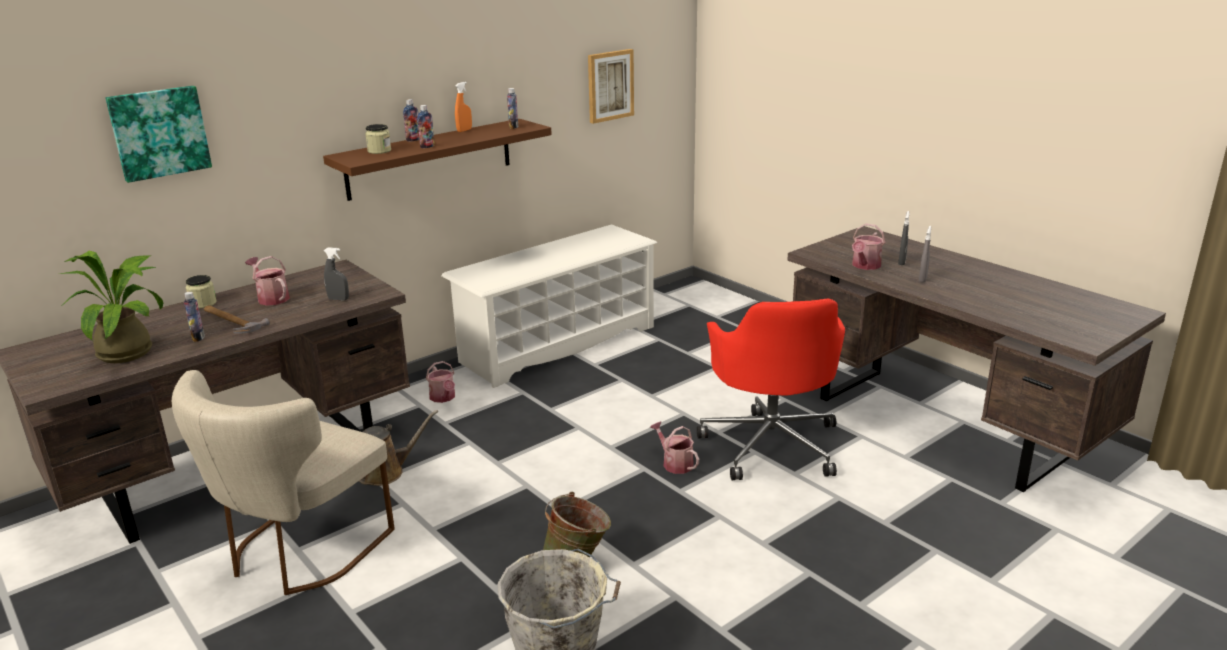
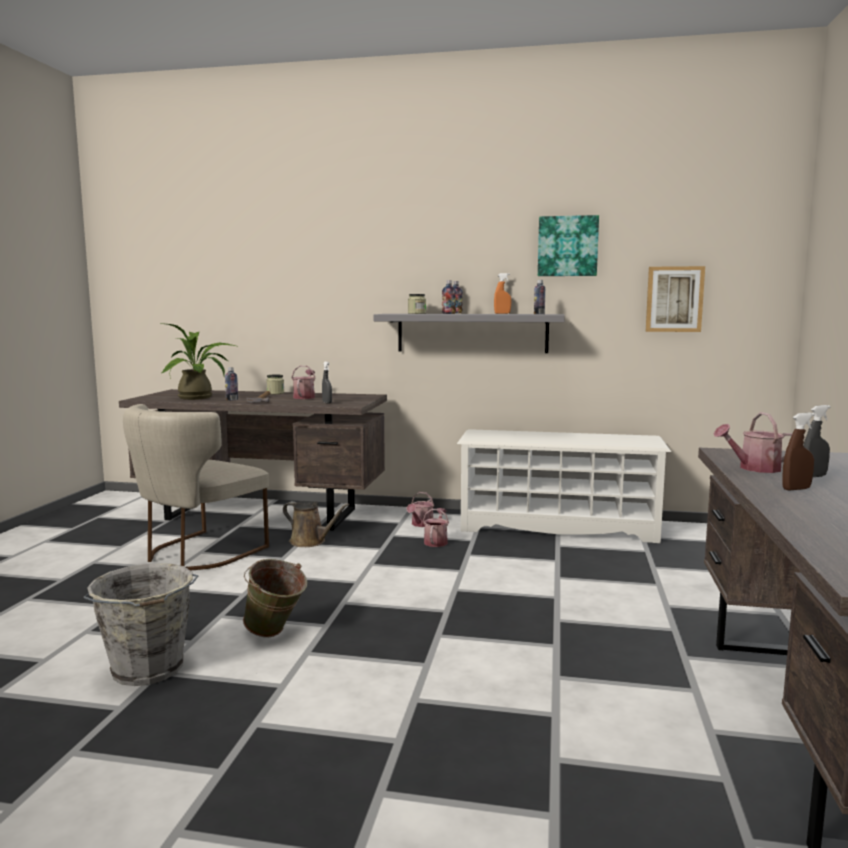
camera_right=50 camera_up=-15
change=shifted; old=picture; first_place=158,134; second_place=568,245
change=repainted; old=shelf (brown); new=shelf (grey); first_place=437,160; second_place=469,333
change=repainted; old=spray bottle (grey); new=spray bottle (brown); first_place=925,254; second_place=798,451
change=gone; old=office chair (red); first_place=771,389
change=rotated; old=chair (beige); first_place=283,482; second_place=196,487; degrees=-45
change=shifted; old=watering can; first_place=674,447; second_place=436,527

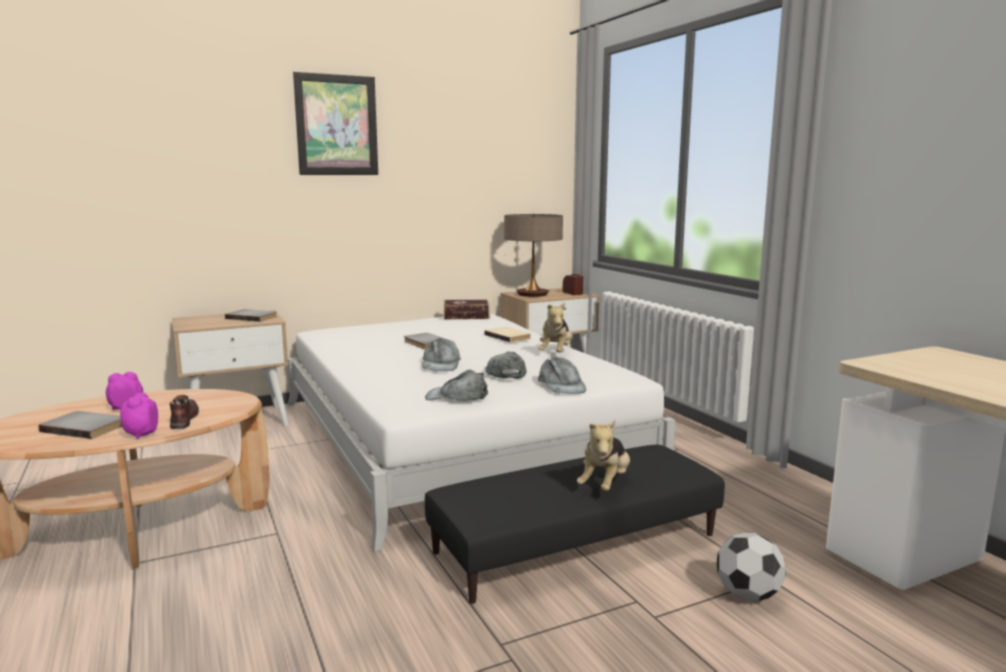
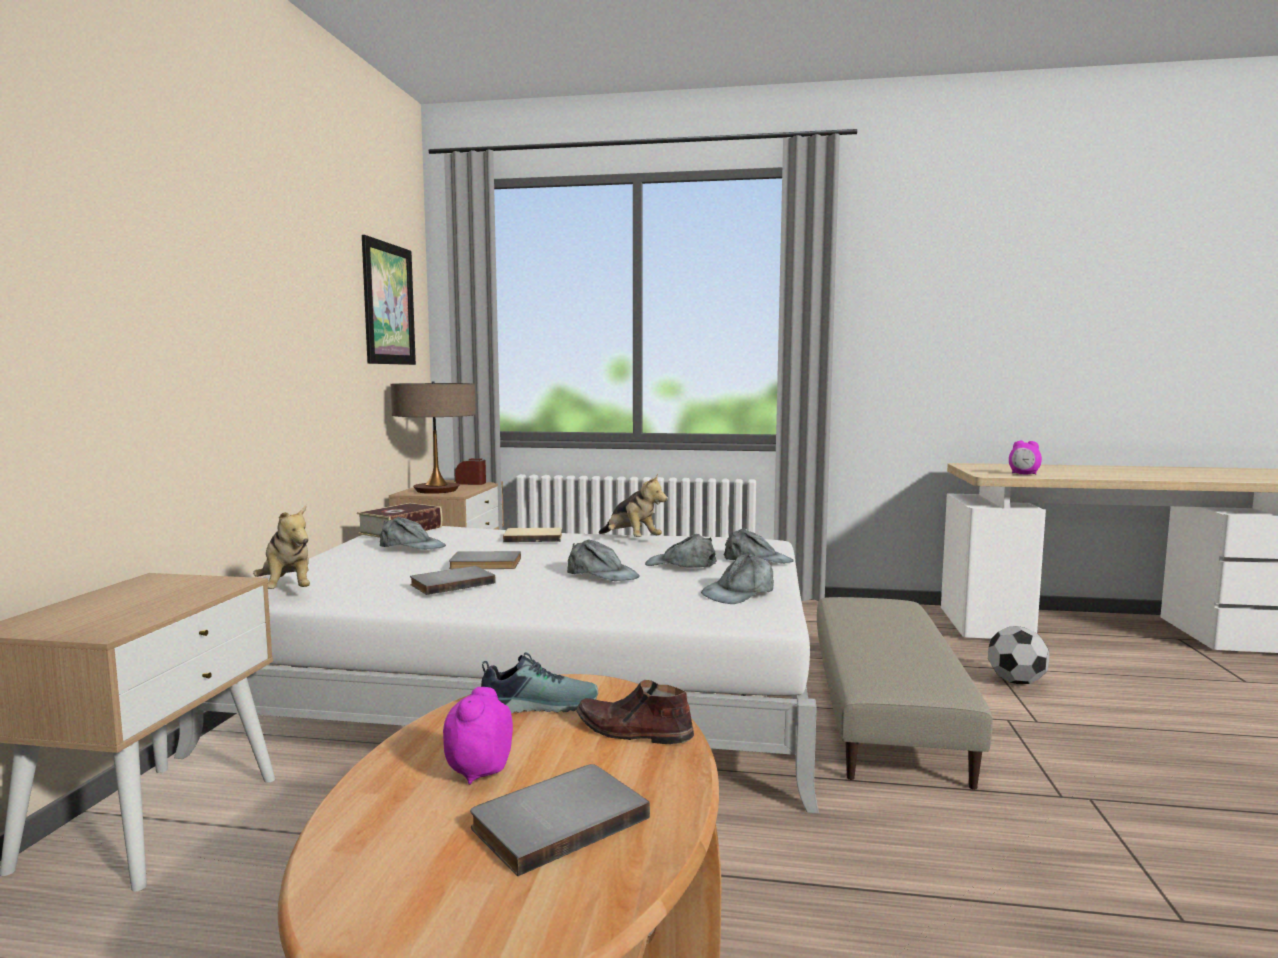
camera_right=-55 camera_up=-5
change=shifted; old=picture; first_place=335,123; second_place=389,300
change=shifted; old=book (grey); first_place=251,315; second_place=453,580
change=shifted; old=alarm clock; first_place=139,416; second_place=1025,457
change=shifted; old=plush toy; first_place=603,455; second_place=281,547
change=repainted; old=ottoman (black); new=ottoman (beige); first_place=575,524; second_place=905,693
change=new; new=cap (grey); second_place=413,533
change=new; new=shoe; second_place=539,683

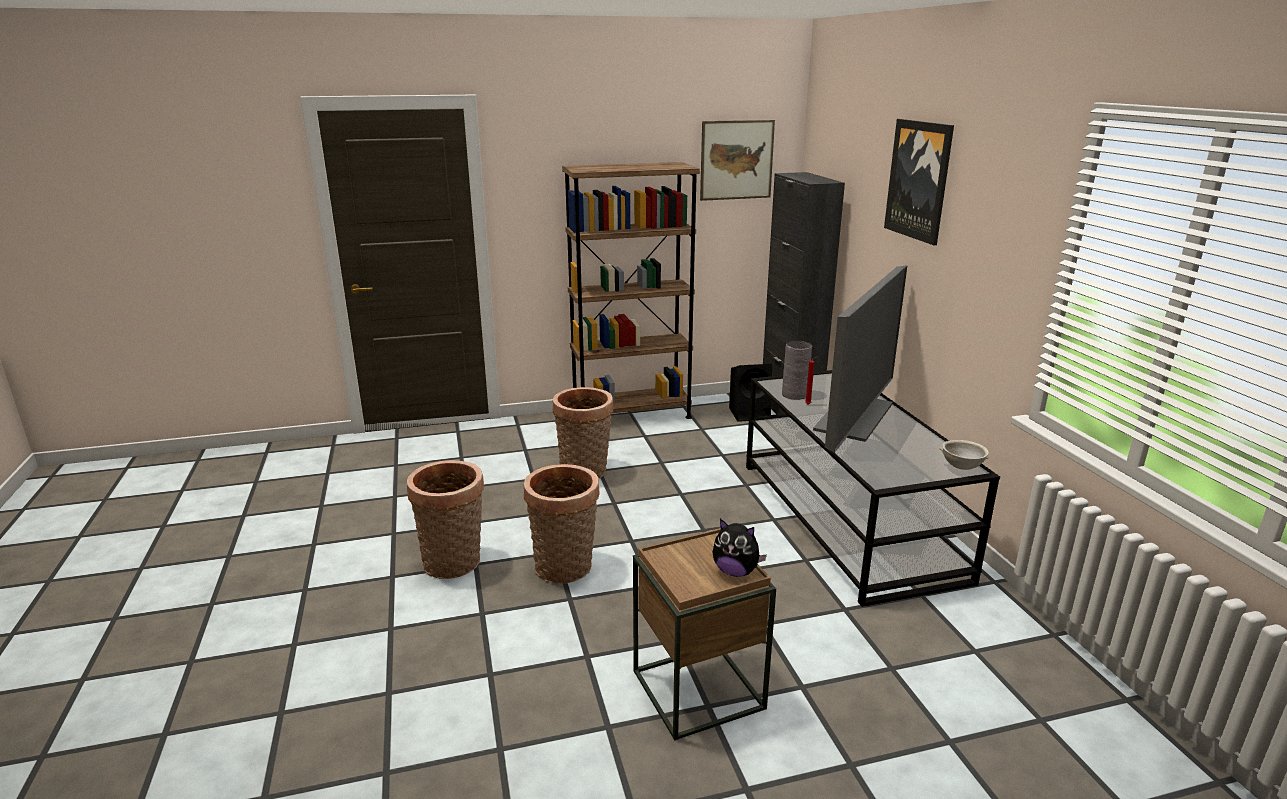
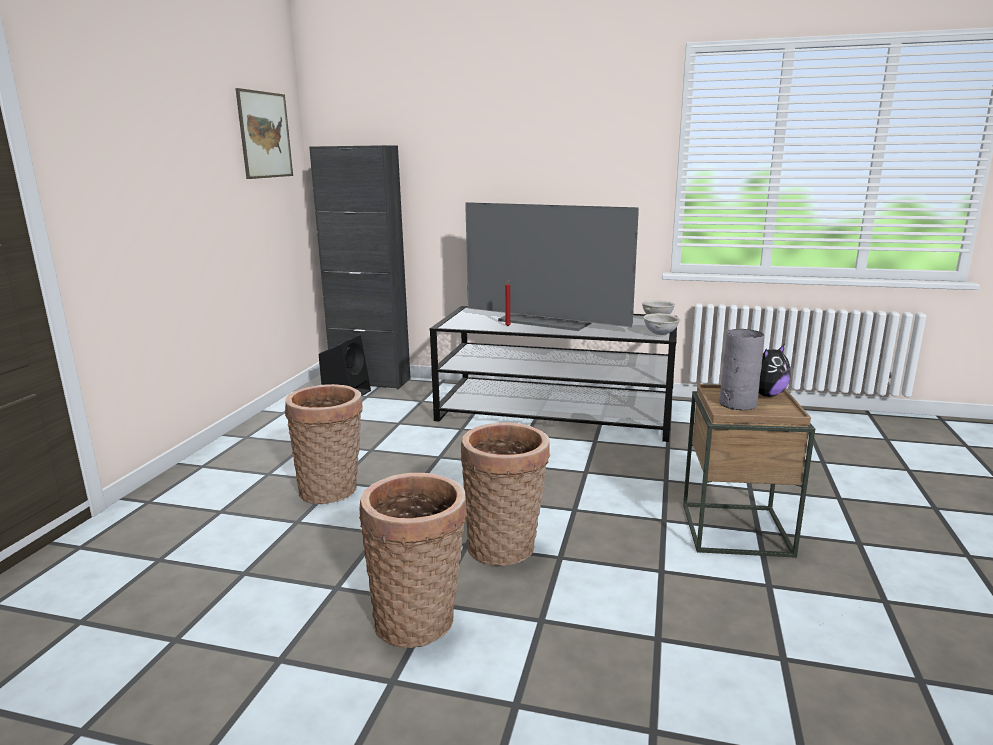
camera_right=-60 camera_up=-5
change=gone; old=picture; first_place=919,182
change=gone; old=bookcase (brown); first_place=631,290
change=rotated; old=television; first_place=860,359; second_place=552,266; degrees=150
change=shifted; old=vase (grey); first_place=797,370; second_place=742,370
change=new; new=bowl (grey); second_place=661,324

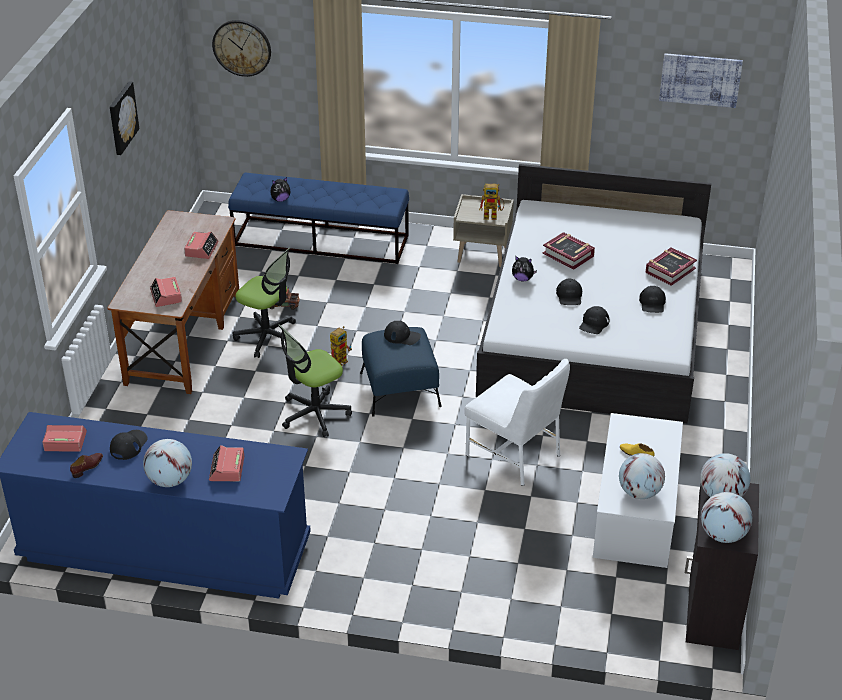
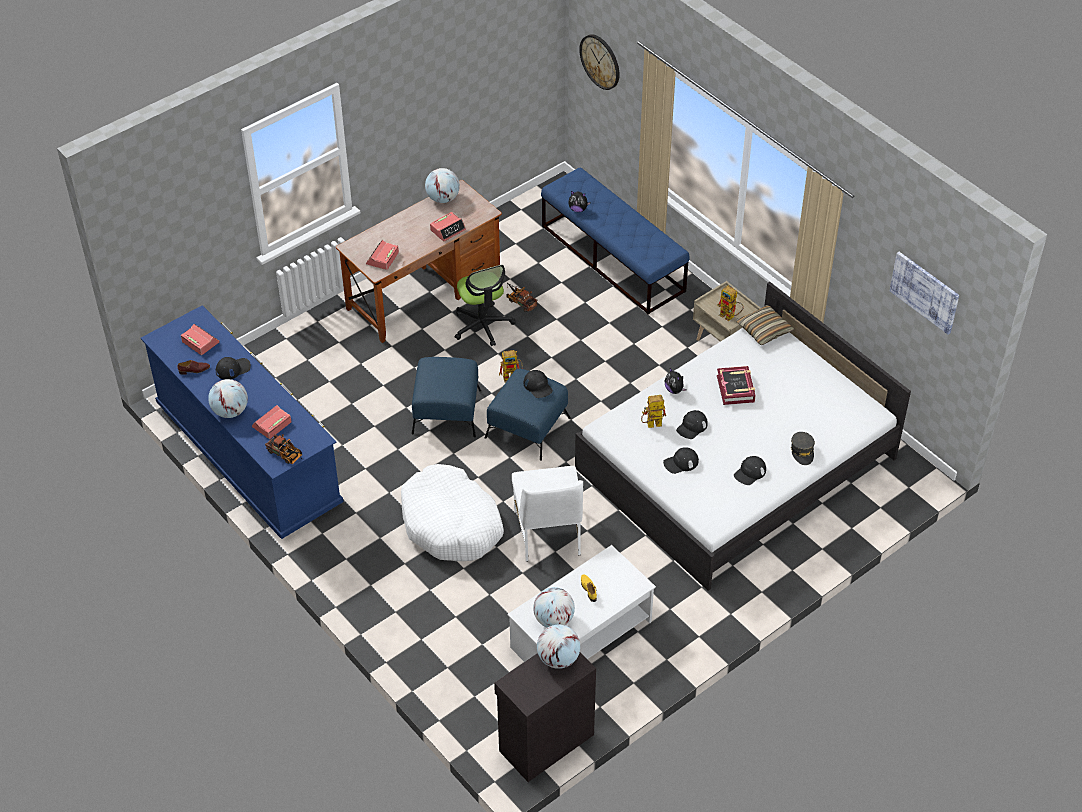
camera_right=40 camera_up=10
change=gone; old=picture; first_place=124,118
change=swapped; old=book; new=cap (grey); first_place=671,266; second_place=803,448
change=swapped; old=office chair; new=ottoman (blue); first_place=315,381; second_place=446,397
change=shifted; old=globe; first_place=726,517; second_place=442,185
change=new; new=pillow; second_place=765,325
change=new; new=toy robot; second_place=653,411
change=new; new=toy truck; second_place=283,449
change=new; new=dog bed (white); second_place=452,512

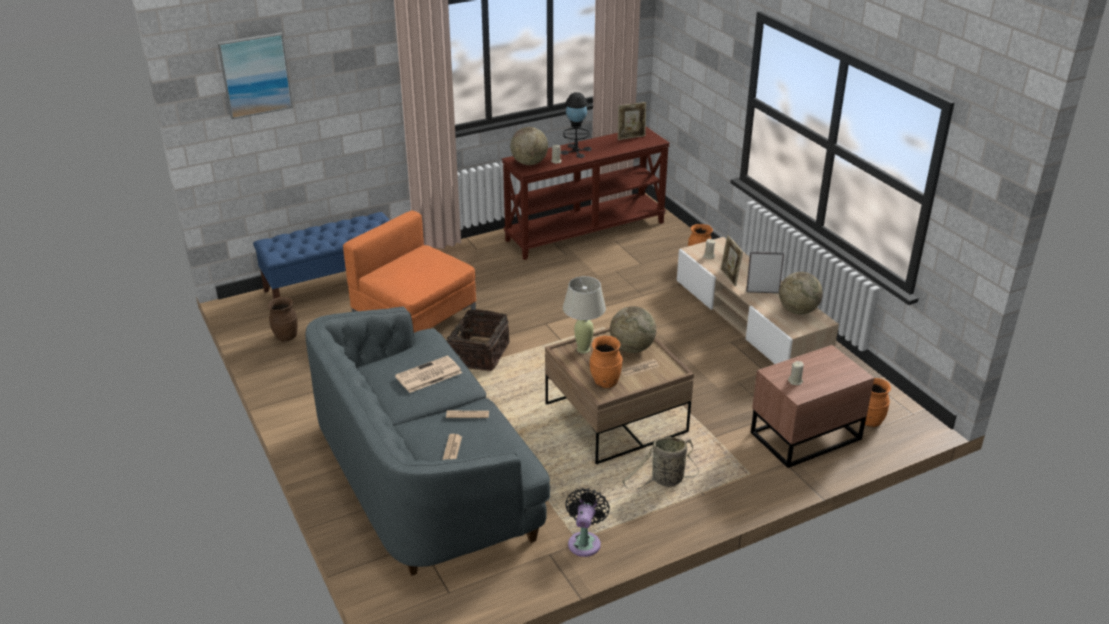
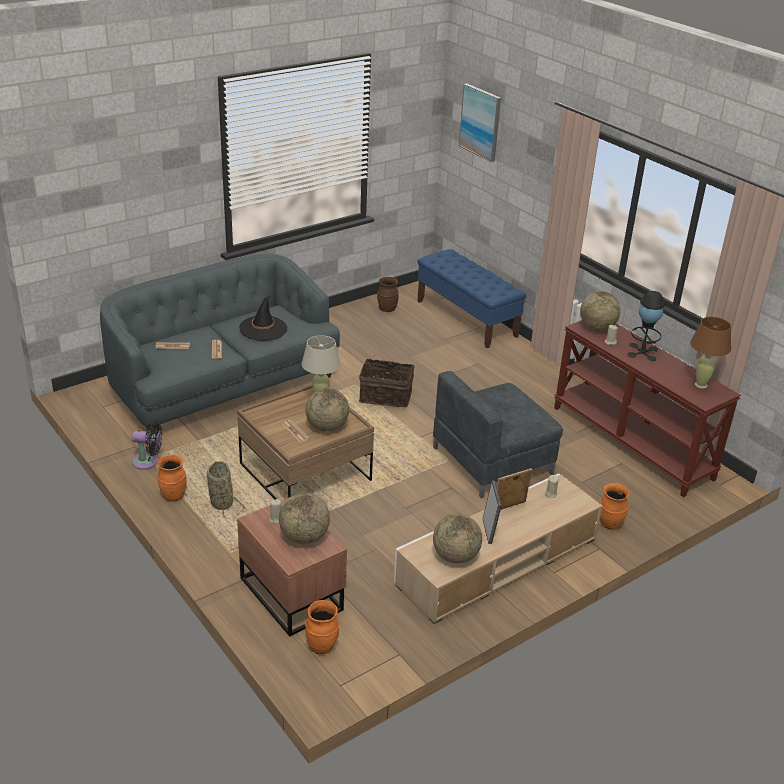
camera_right=80 camera_up=0
change=swapped; old=picture frame; new=table lamp (brown); first_place=632,121; second_place=710,353
change=gone; old=armchair (orange); first_place=409,272
change=shifted; old=vase (orange); first_place=606,362; second_place=172,477
change=swapped; old=newspaper; new=hat (black); first_place=428,374; second_place=263,318
change=new; new=armchair (grey); second_place=498,434
change=new; new=globe; second_place=304,518

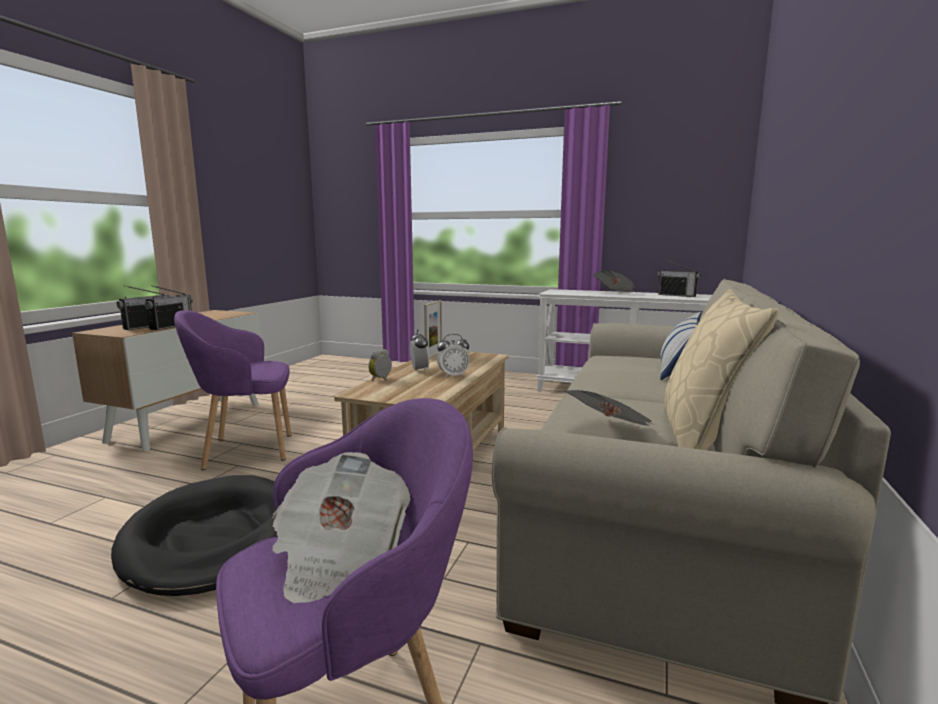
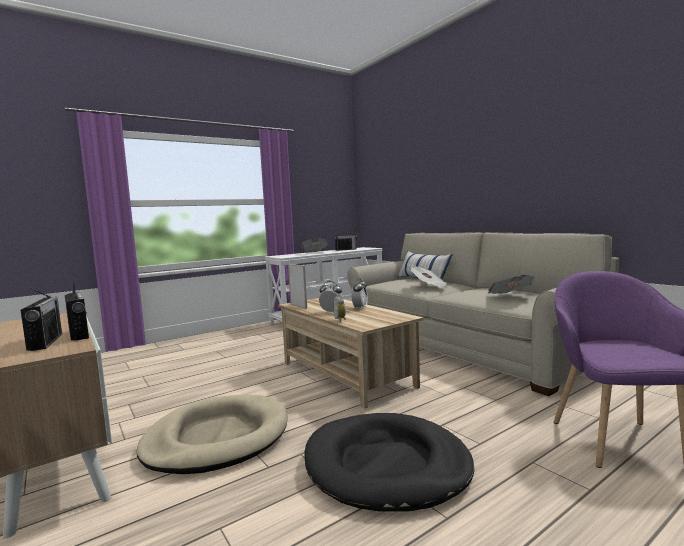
camera_right=-55 camera_up=-5
change=gone; old=pillow (beige); first_place=721,369
change=swapped; old=armchair (purple); new=dog bed (beige); first_place=232,390; second_place=212,434
change=shifted; old=newspaper; first_place=341,527; second_place=428,277

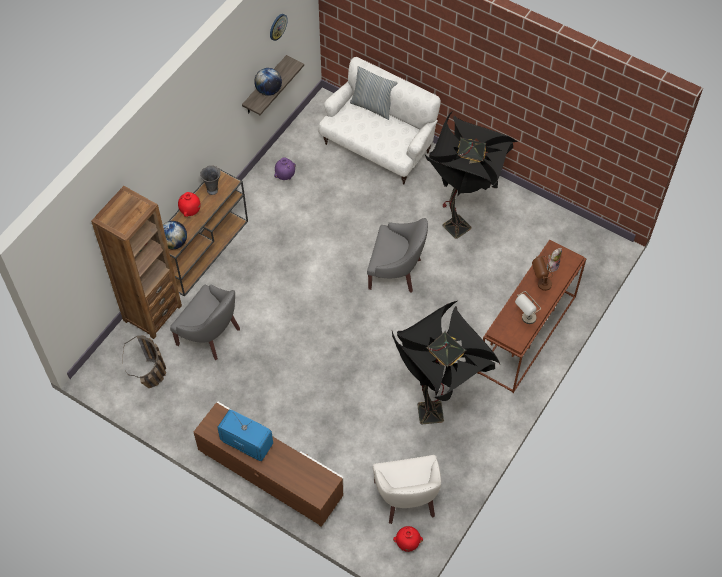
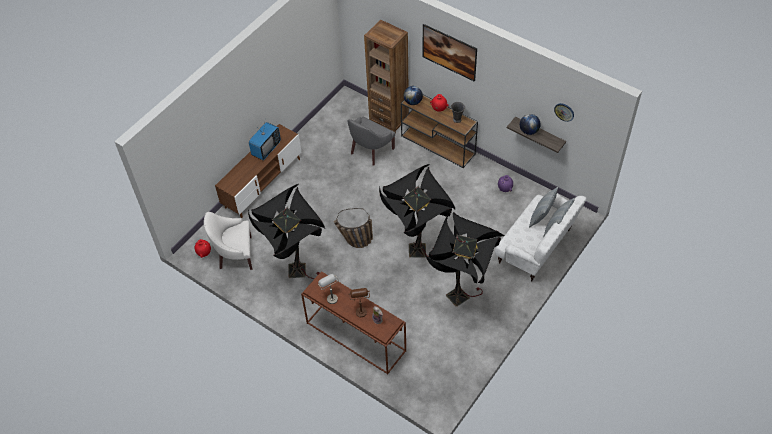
camera_right=95 camera_up=-5
change=swapped; old=armchair (grey); new=floor lamp (black); first_place=397,255; second_place=417,211
change=shifted; old=basket; first_place=144,361; second_place=353,228
change=new; new=picture; second_place=450,53
change=new; new=pillow; second_place=543,207

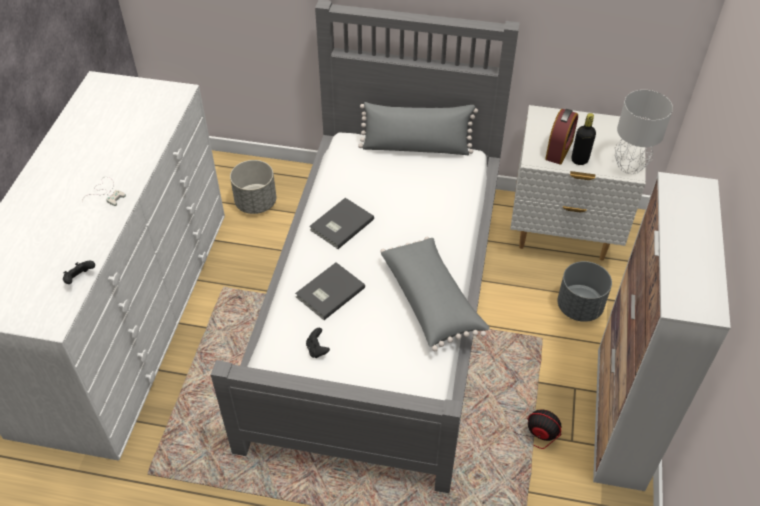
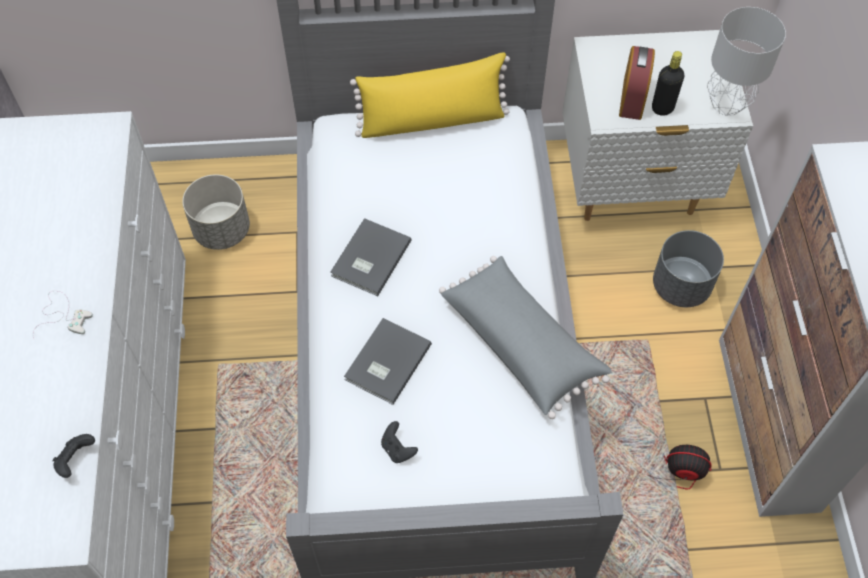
camera_right=-15 camera_up=10
change=repainted; old=pillow (grey); new=pillow (yellow); first_place=418,128; second_place=430,95

